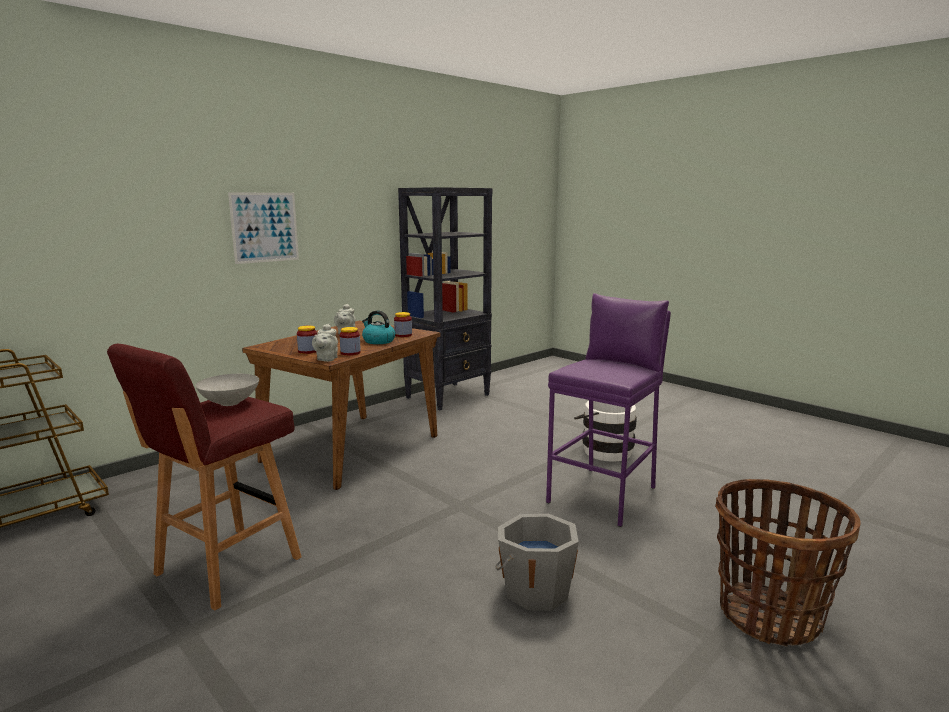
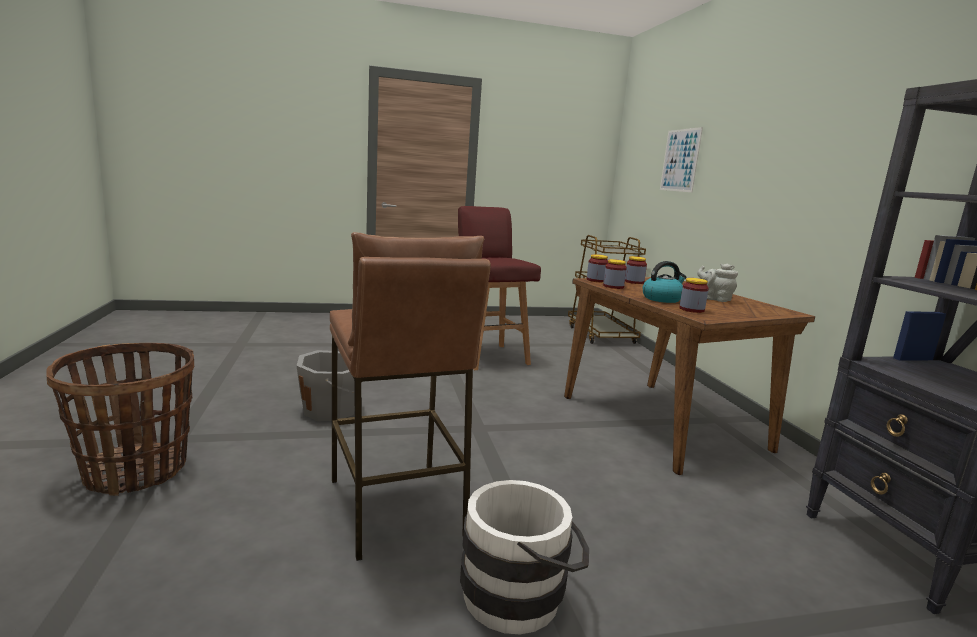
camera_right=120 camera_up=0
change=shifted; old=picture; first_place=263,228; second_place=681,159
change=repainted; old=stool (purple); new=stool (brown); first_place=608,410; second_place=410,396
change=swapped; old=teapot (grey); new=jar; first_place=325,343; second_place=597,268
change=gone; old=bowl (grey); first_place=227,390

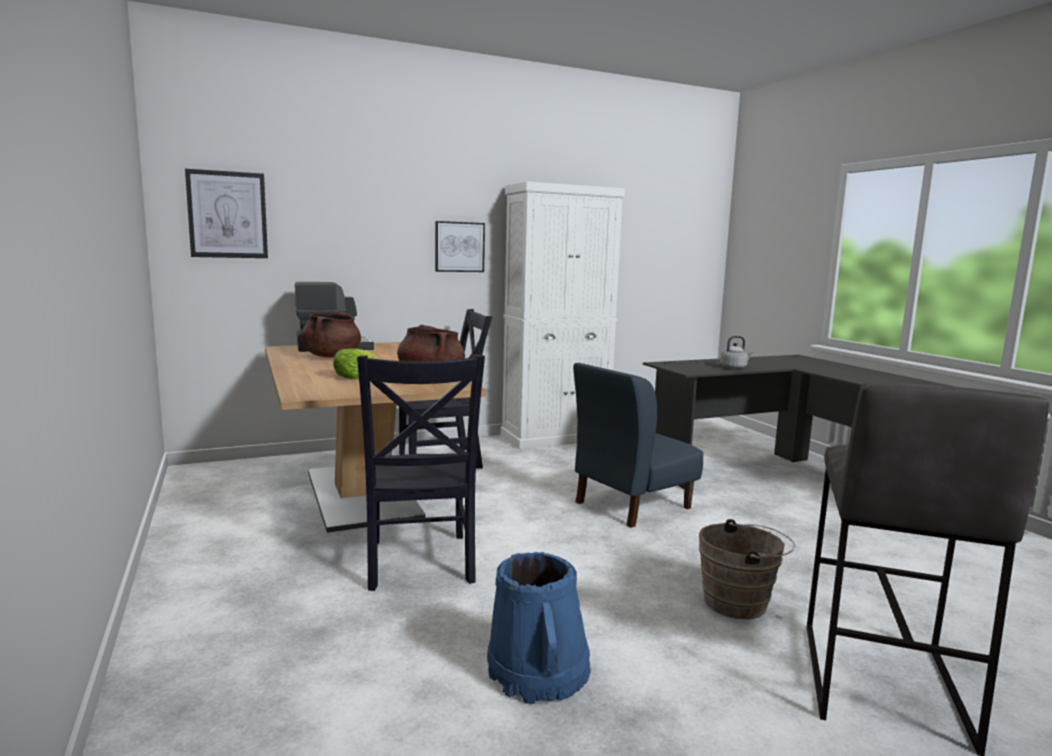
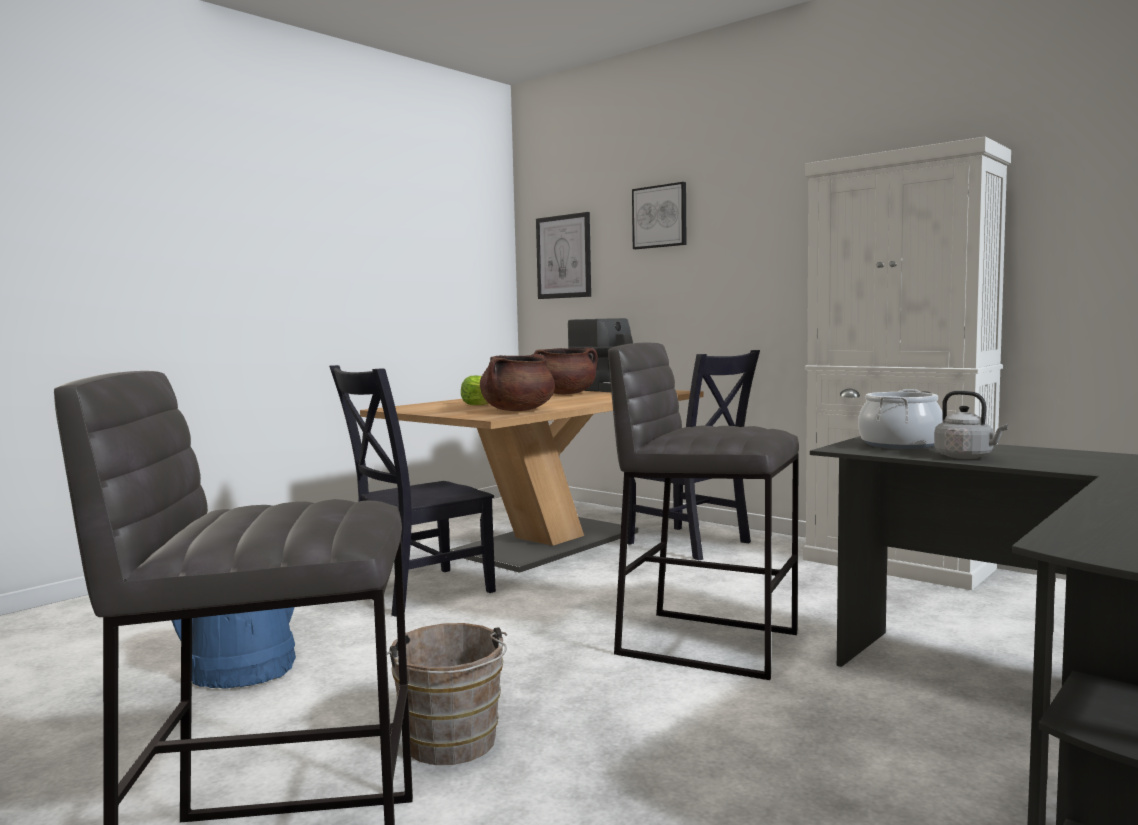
camera_right=65 camera_up=-5
change=shifted; old=picture; first_place=460,246; second_place=659,215
change=swapped; old=chair (blue); new=stool (grey); first_place=638,445; second_place=703,511
change=new; new=cooking pot; second_place=900,419

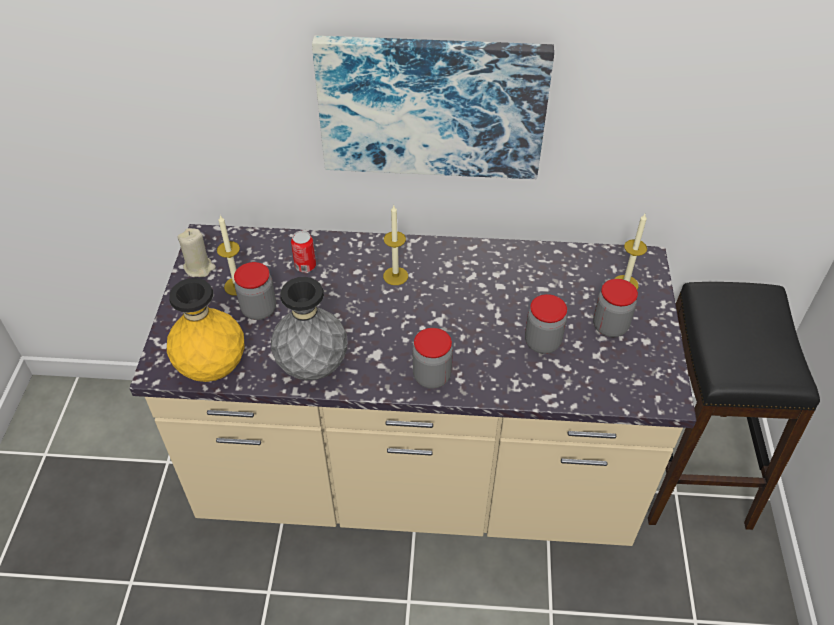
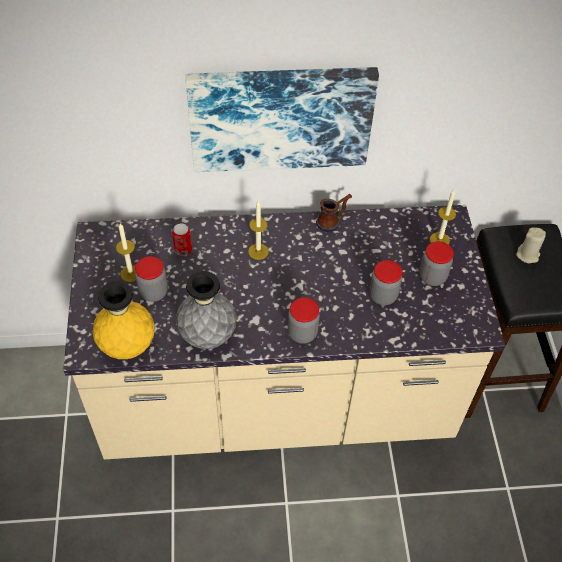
camera_right=-10 camera_up=5
change=shifted; old=candle (beige); first_place=196,252; second_place=531,245
change=new; new=mug; second_place=334,213

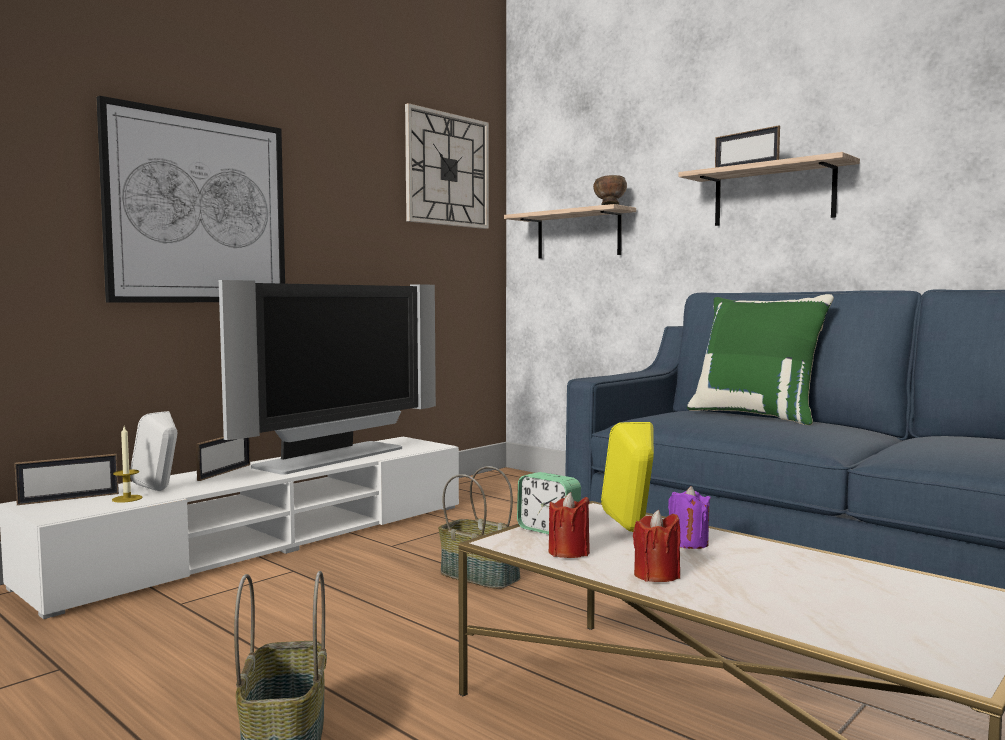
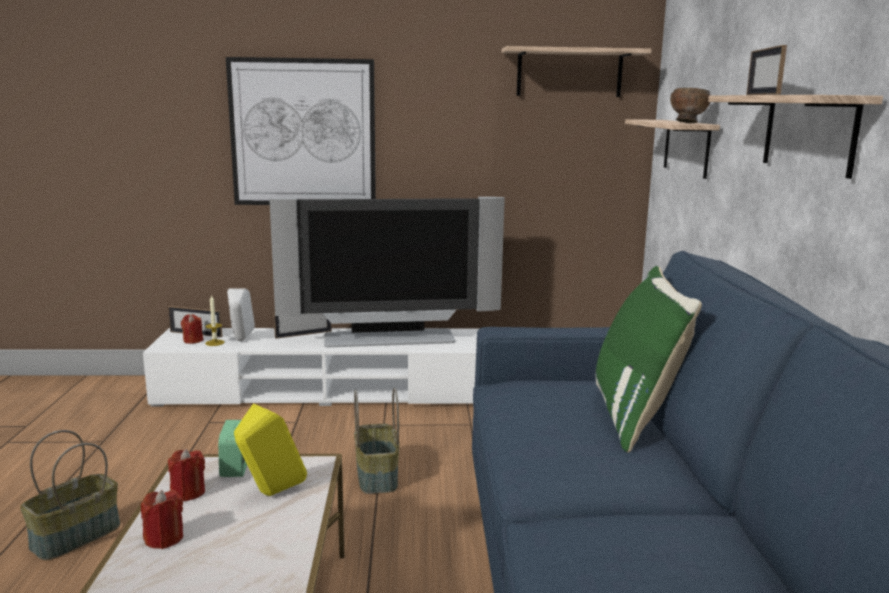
camera_right=45 camera_up=10
change=swapped; old=wall clock; new=shelf; first_place=447,166; second_place=576,71
change=gone; old=candle (purple); first_place=689,517
change=new; new=candle (red); second_place=192,329

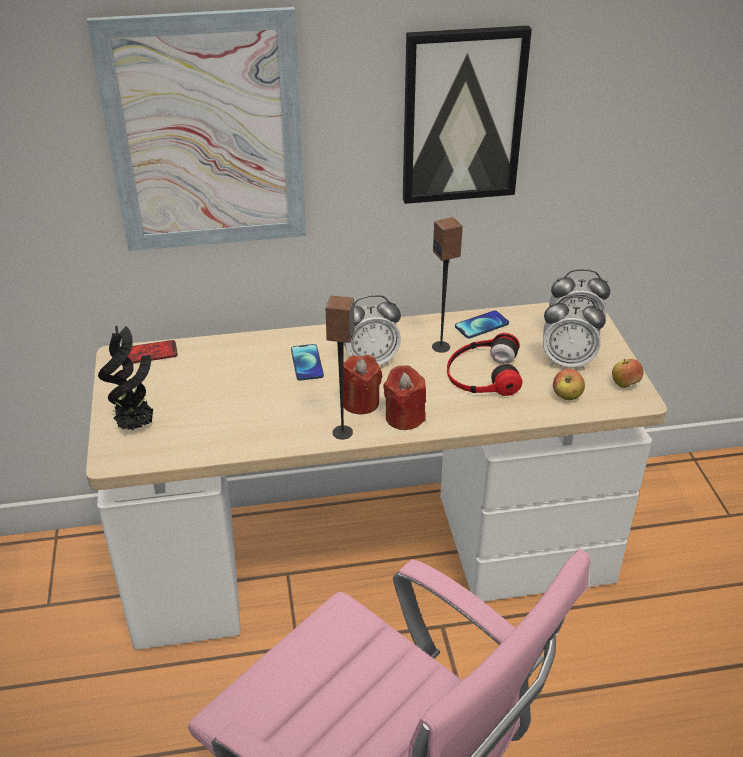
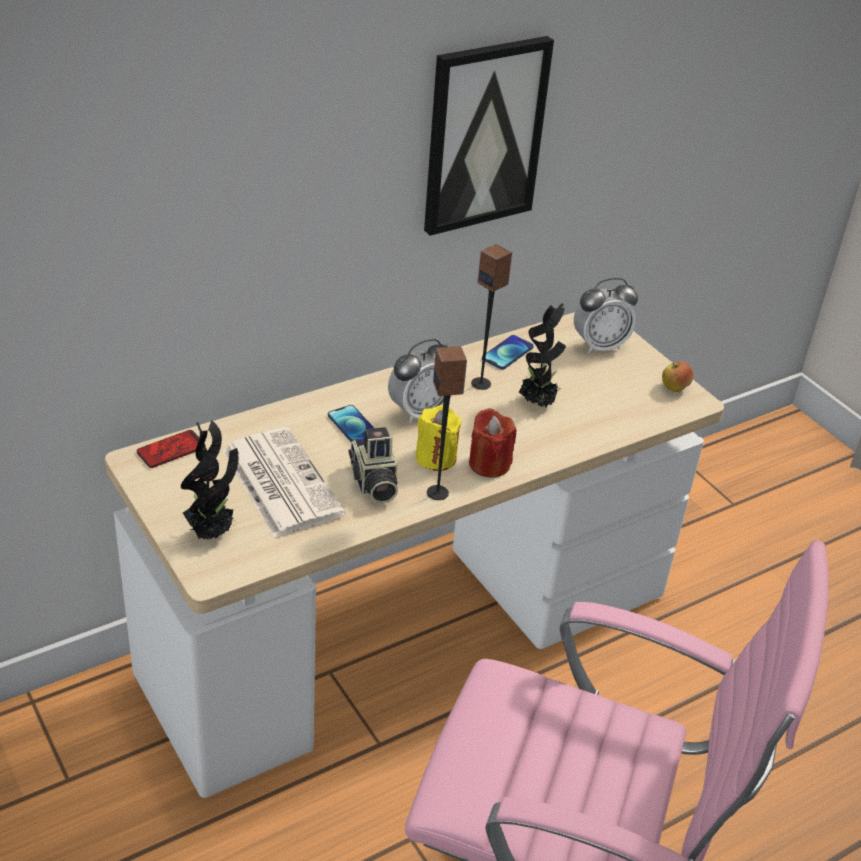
camera_right=-25 camera_up=0
change=gone; old=picture; first_place=196,129
change=gone; old=alarm clock; first_place=574,333
change=swapped; old=headphones; new=potted plant; first_place=485,364; second_place=542,355
change=repainted; old=candle (red); new=candle (yellow); first_place=362,384; second_place=438,438
change=gone; old=apple; first_place=569,384
change=new; new=newspaper; second_place=283,482
change=new; new=photo camera; second_place=373,465

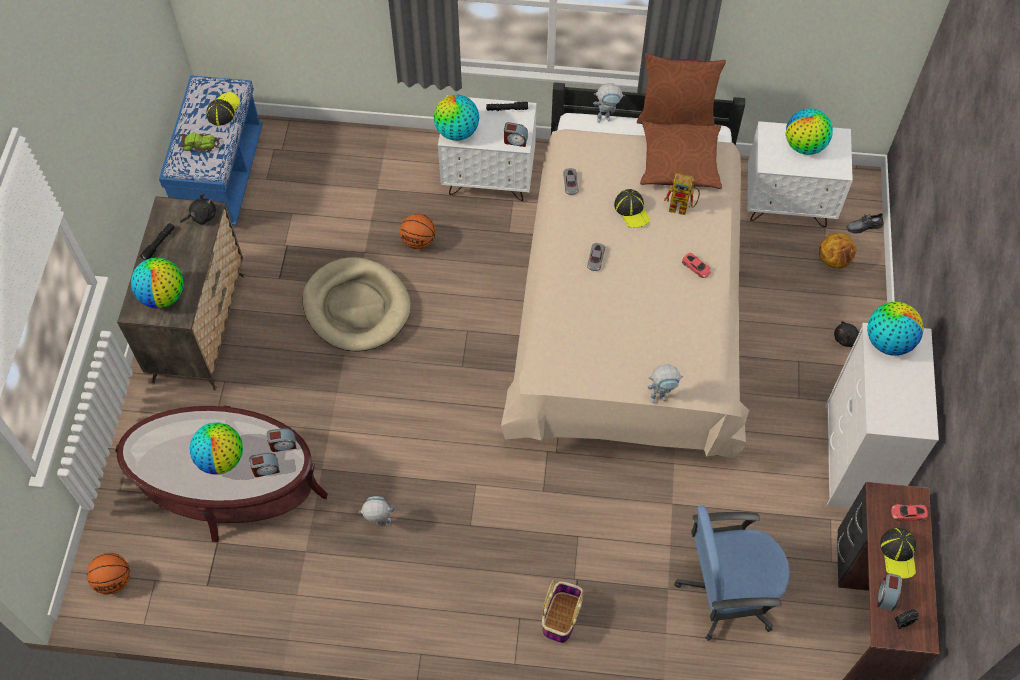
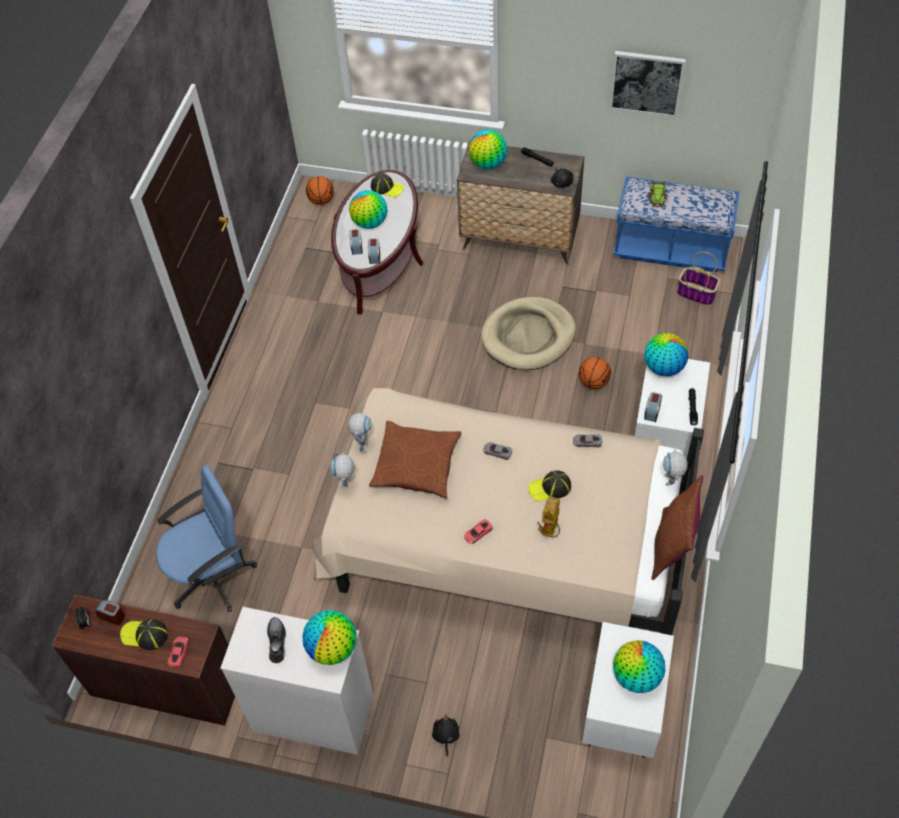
camera_right=100 camera_up=-5
change=shifted; old=cap; first_place=223,109; second_place=387,185
change=shifted; old=pillow (brown); first_place=681,155; second_place=415,459
change=shifted; old=shoe (grey); first_place=865,223; second_place=276,640
change=gone; old=basketball; first_place=837,250
change=shifted; old=toy robot; first_place=377,510; second_place=359,433
change=rotated; old=office chair (blue); first_place=732,573; second_place=206,538; degrees=60
change=shifted; old=basket; first_place=563,611; second_place=698,279
change=new; new=picture; second_place=647,84

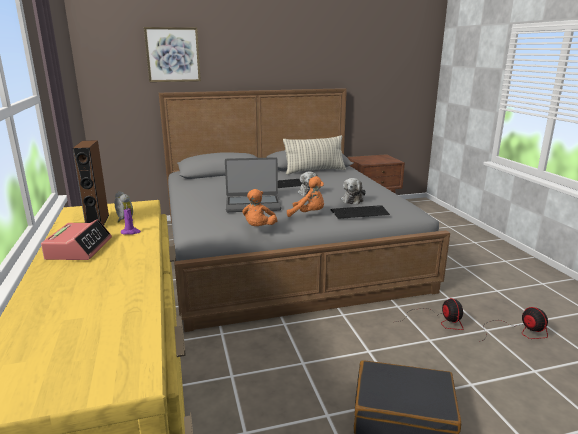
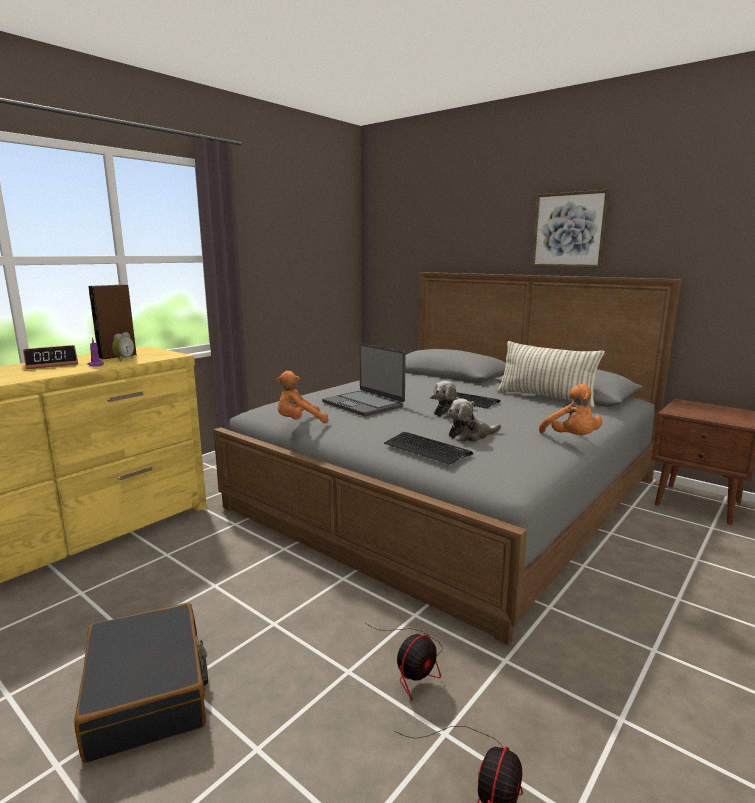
camera_right=55 camera_up=-5
change=shifted; old=picture; first_place=172,54; second_place=570,228
change=shifted; old=plush toy (orange); first_place=305,196; second_place=570,409

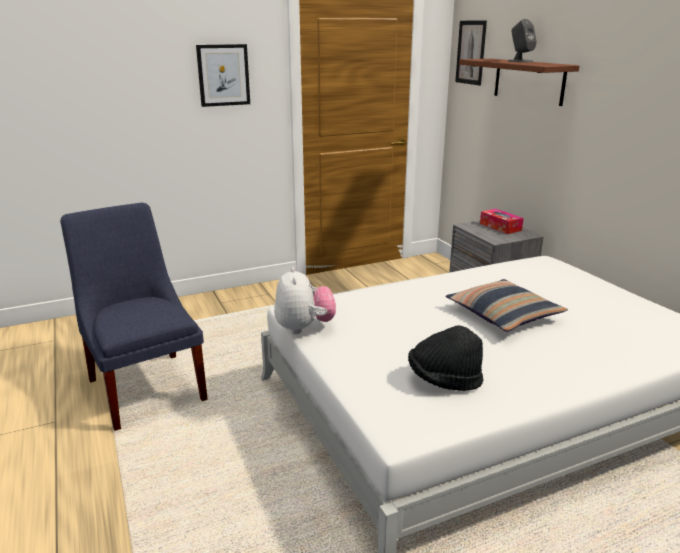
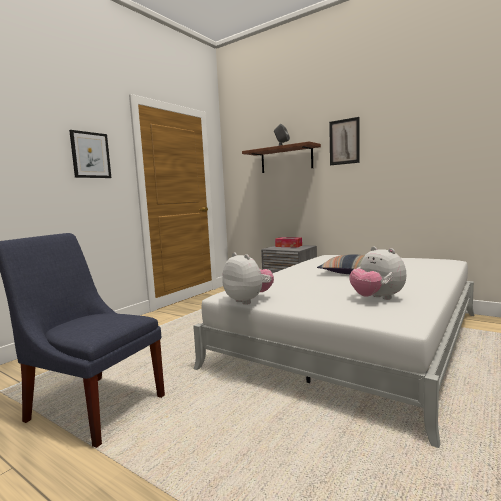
camera_right=-30 camera_up=-15
change=shifted; old=picture; first_place=471,52; second_place=344,141
change=swapped; old=hat (black); new=plush toy; first_place=445,358; second_place=377,273

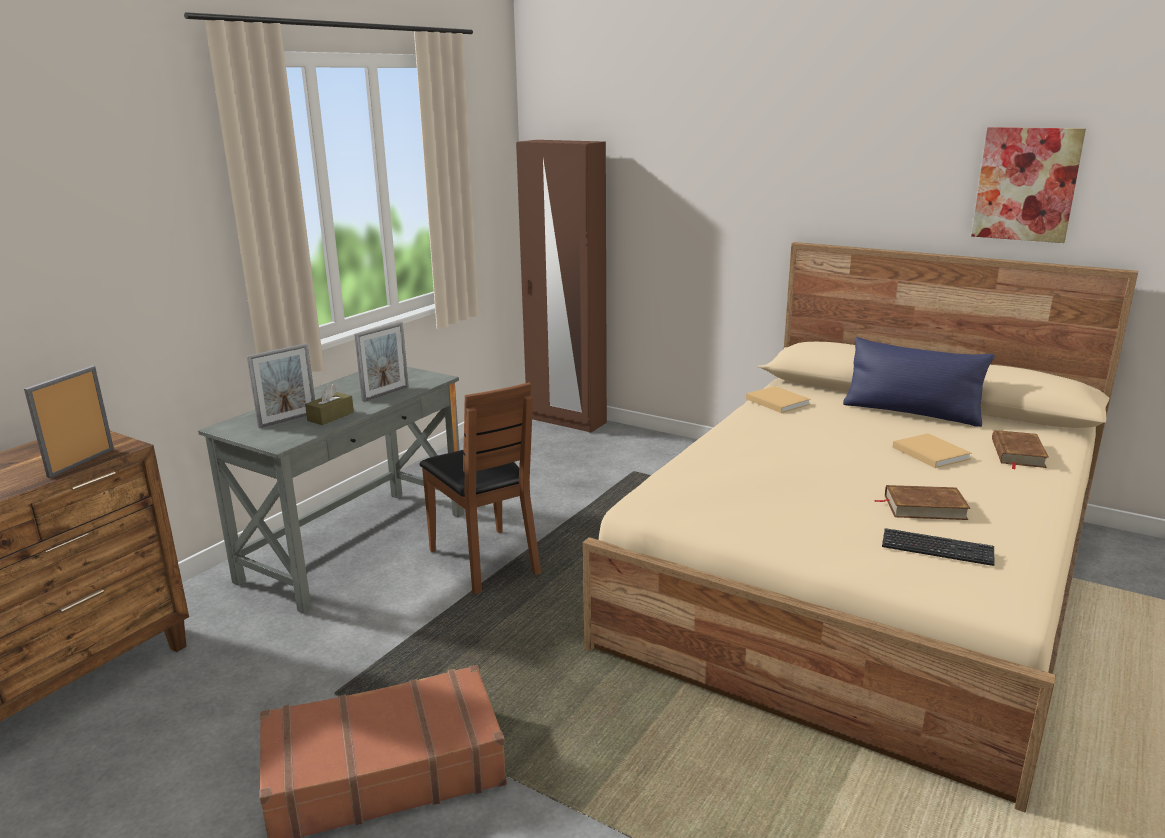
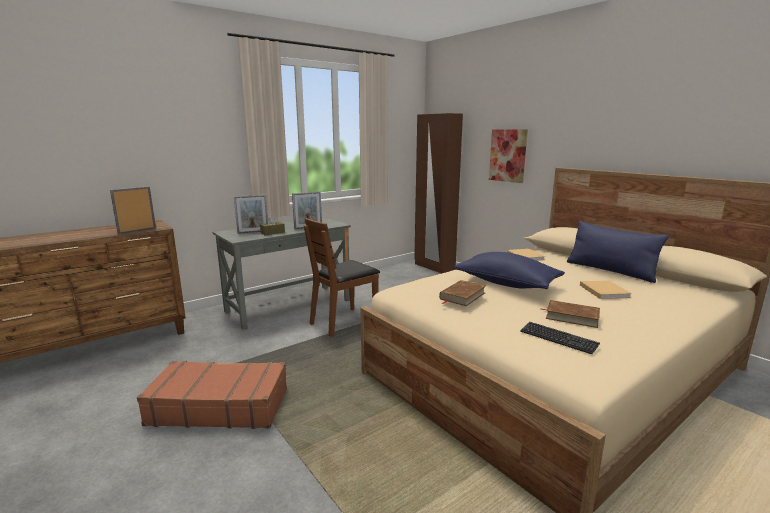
camera_right=20 camera_up=-5
change=shifted; old=picture; first_place=1028,185; second_place=508,156
change=rotated; old=chair (brown); first_place=480,488; second_place=342,277; degrees=60
change=shifted; old=book (brown); first_place=1020,449; second_place=462,293
change=new; new=pillow (blue); second_place=509,270

